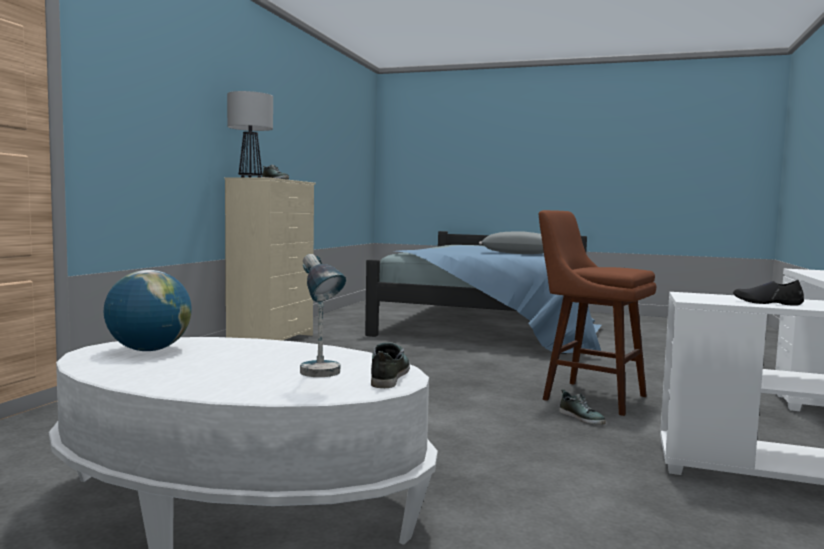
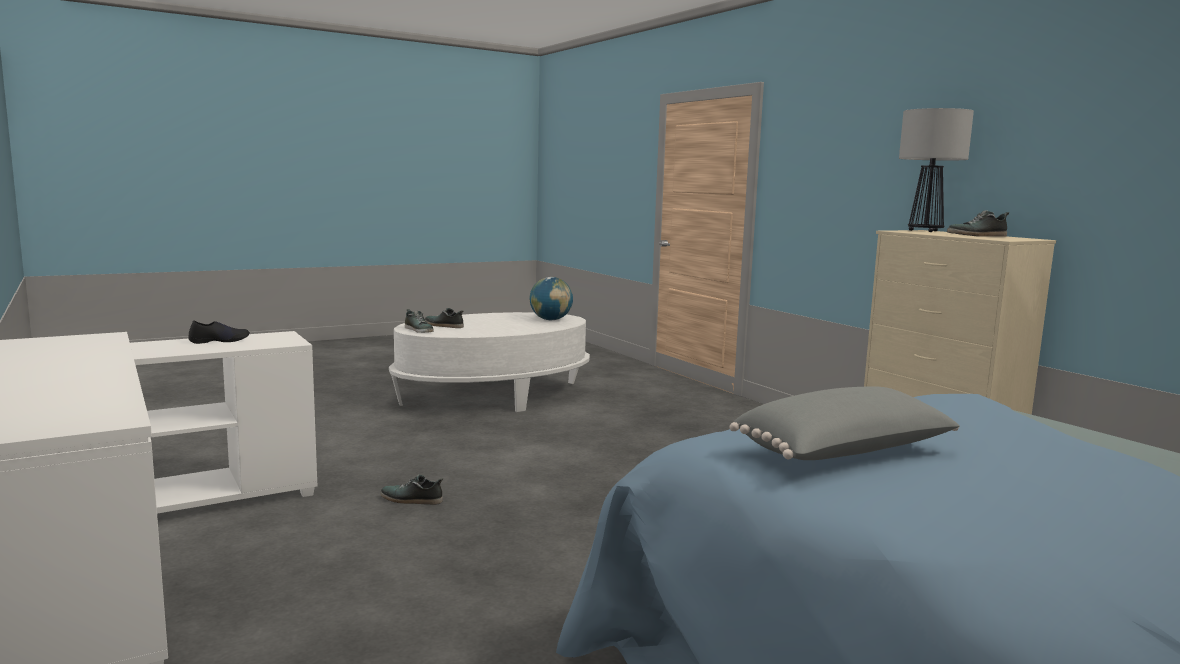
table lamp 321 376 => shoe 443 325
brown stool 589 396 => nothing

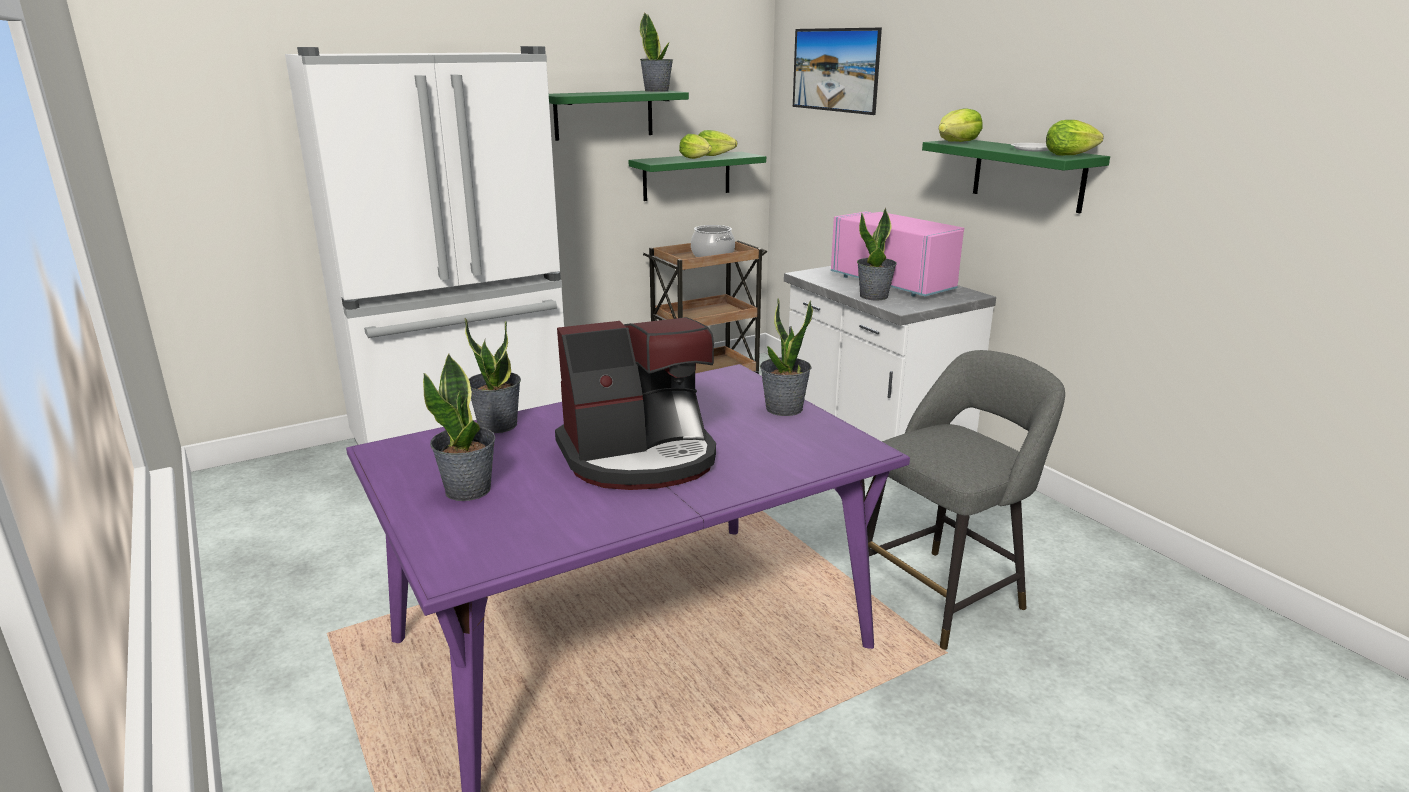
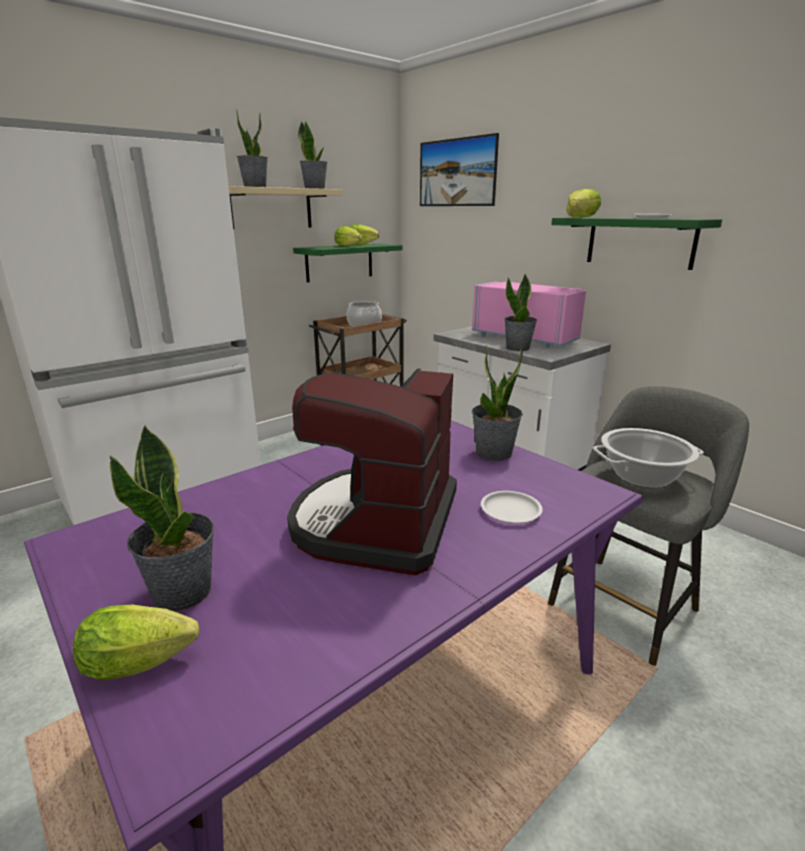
potted plant 497 425 => potted plant 255 187, shifted
green shelf 603 115 => beige shelf 271 209
coffee machine 640 457 => coffee machine 376 522, 135 degrees clockwise
lettuce 1072 155 => lettuce 146 662, shifted
nothing => white plate 510 510
nothing => cooking pot 642 477

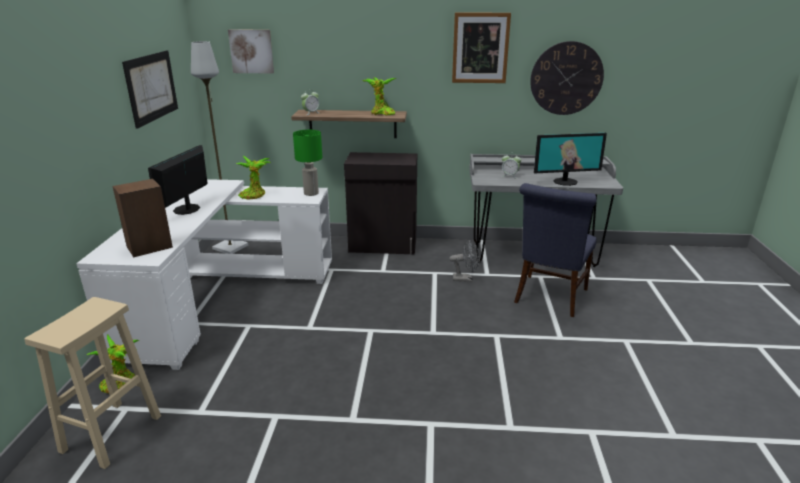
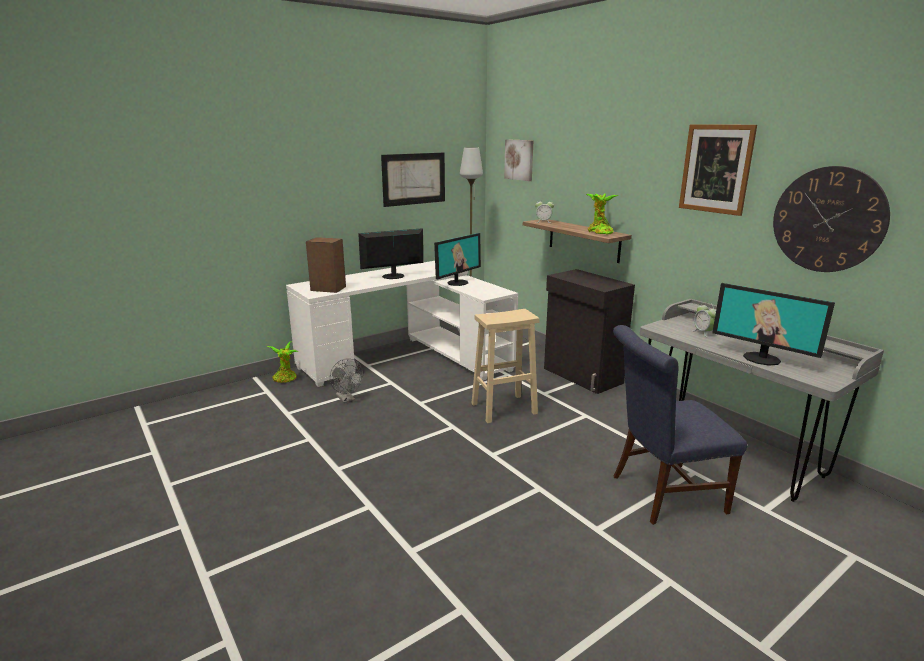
beige stool 110 435 => beige stool 503 409, shifted
potted plant 254 195 => monitor 457 282
green table lamp 311 193 => nothing
grey fan 465 279 => grey fan 347 399, shifted

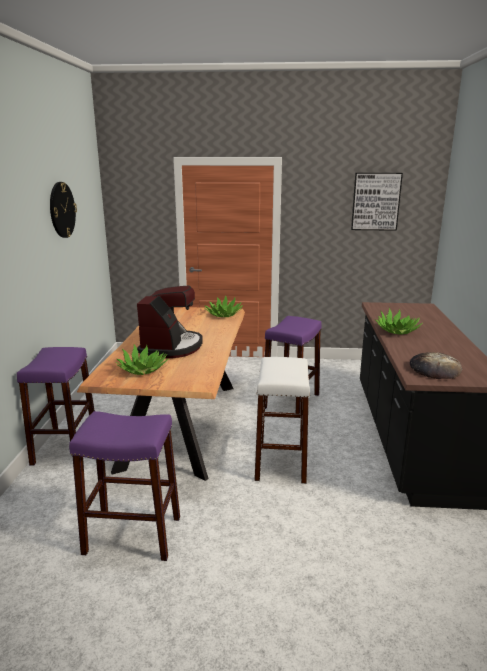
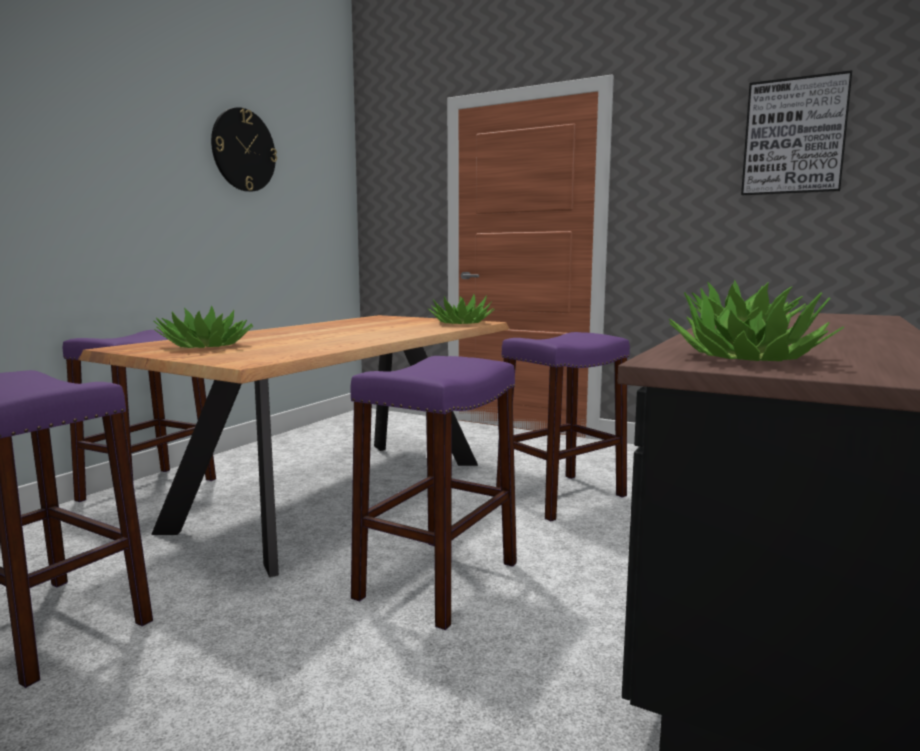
coffee machine 171 347 => nothing
white stool 281 461 => purple stool 438 580
bread 435 369 => potted plant 748 357

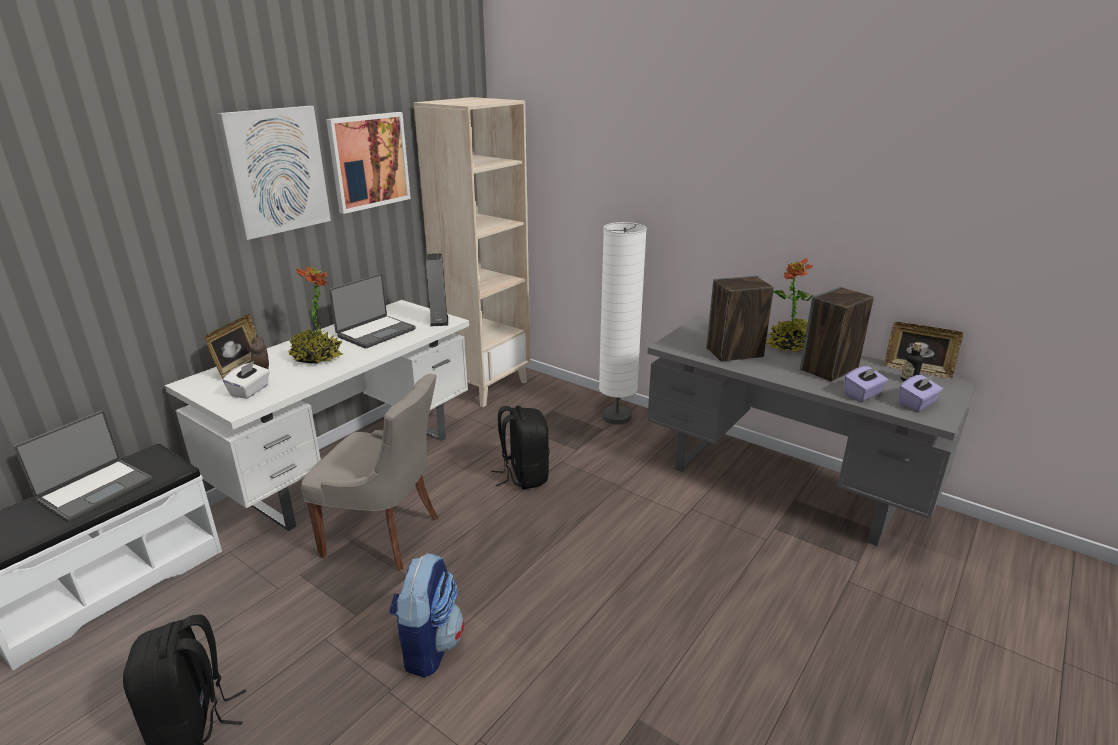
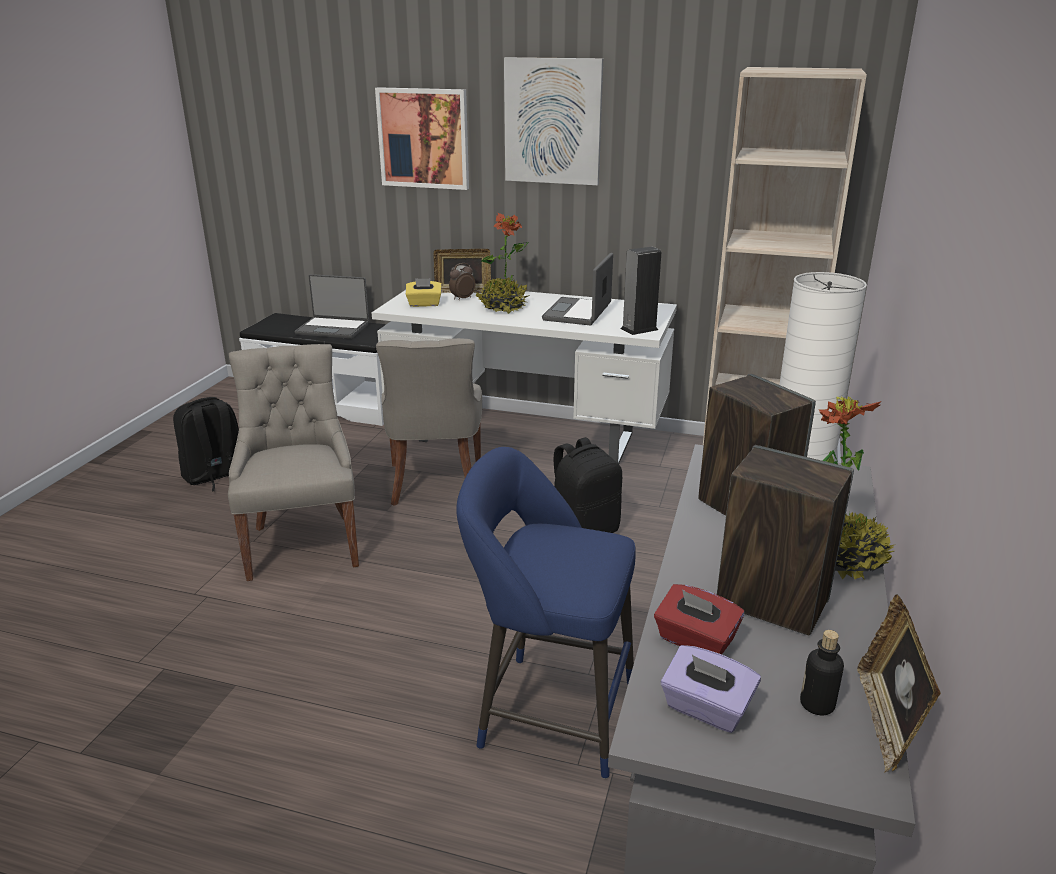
white tissue box 250 391 => yellow tissue box 424 304
picture 369 161 => picture 424 138, shifted
laptop 375 332 => laptop 578 313, 90 degrees clockwise
backpack 428 646 => grey chair 303 544
purple tissue box 863 394 => red tissue box 695 641
nothing => blue stool 548 712

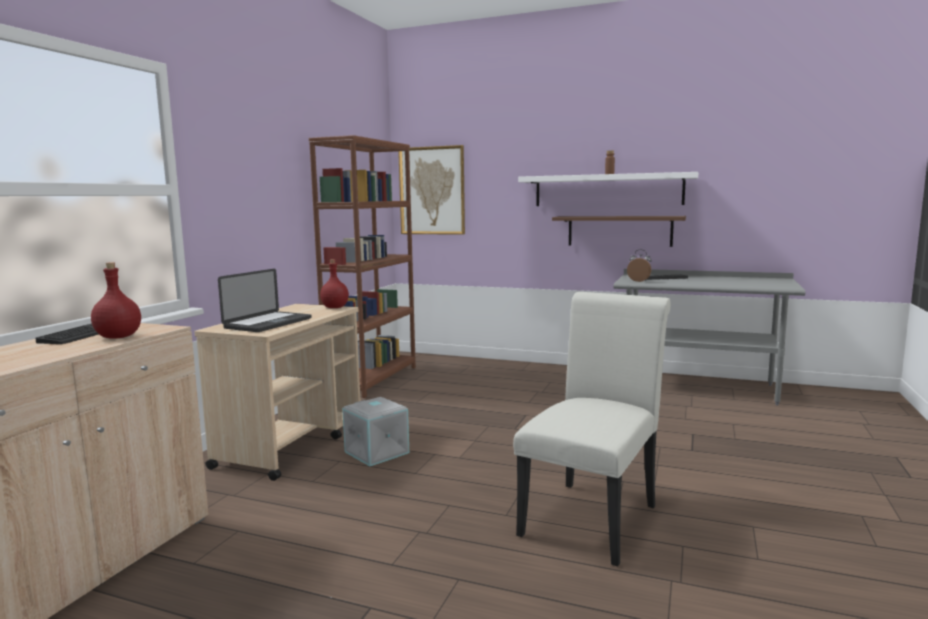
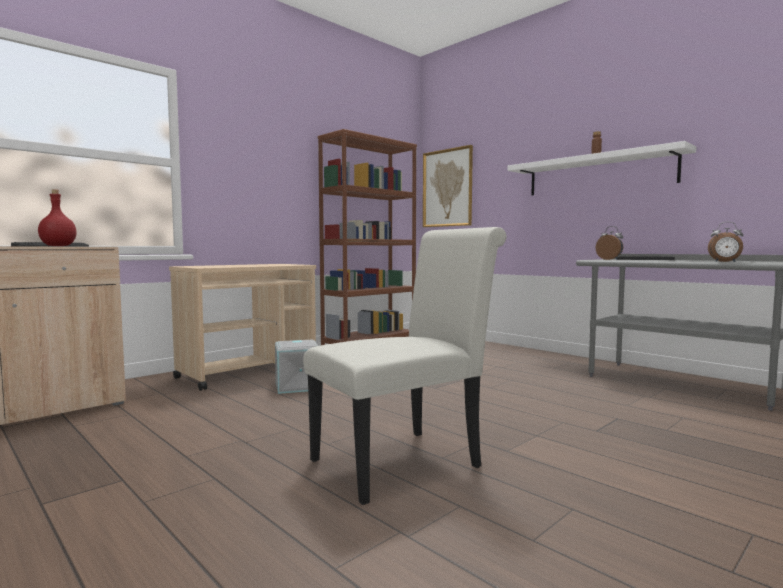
laptop 268 323 => nothing
red bottle 334 307 => nothing
brown shelf 619 231 => nothing
nothing => alarm clock 725 262

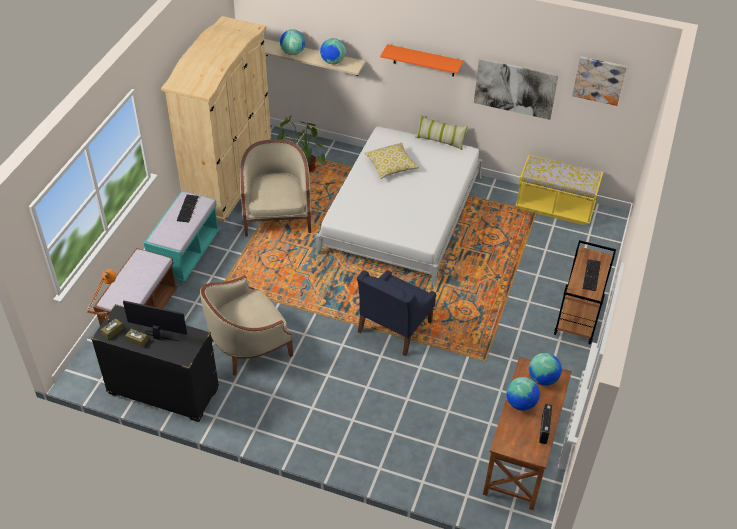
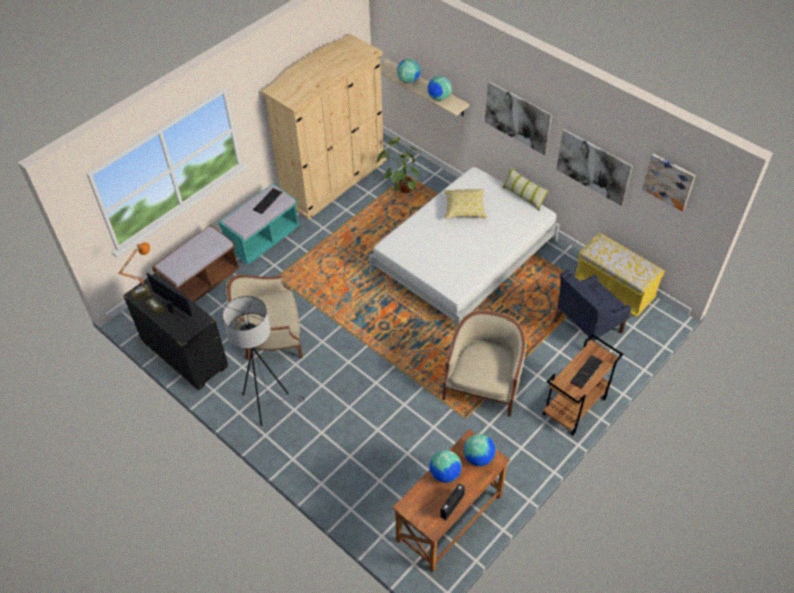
beige armchair 277 216 => beige armchair 483 385, shifted
blue armchair 394 327 => blue armchair 586 327, shifted
orange shelf 424 60 => picture 517 118
nothing => grey floor lamp 267 402

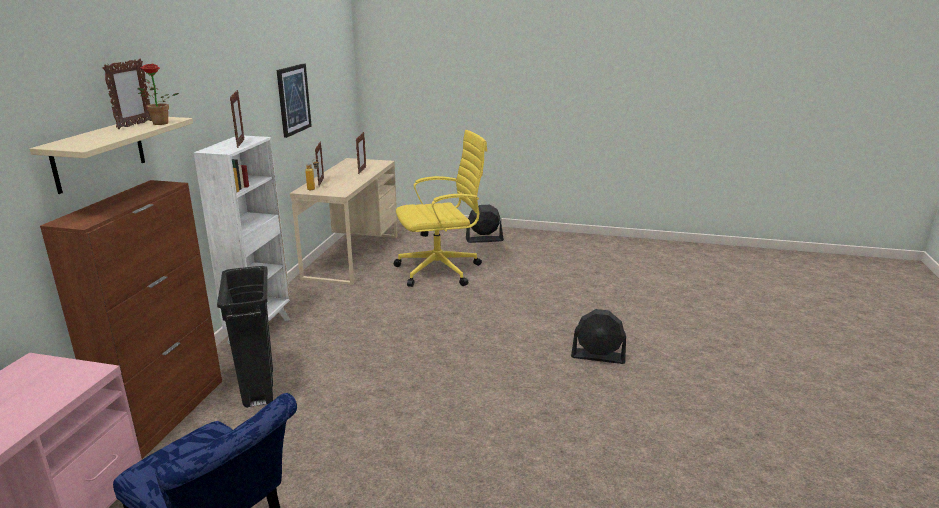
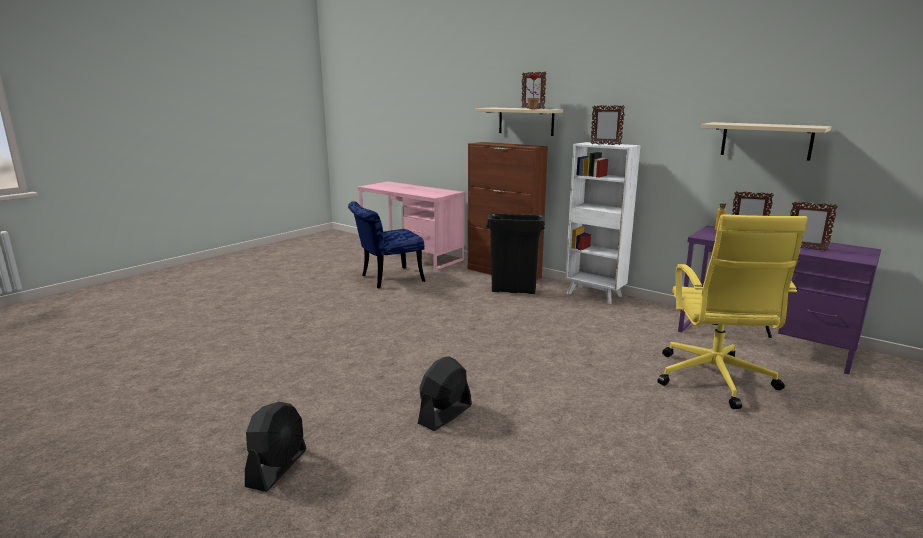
picture 293 99 => beige shelf 766 140
beige desk 353 256 => purple desk 764 340
black fan 484 239 => black fan 277 468, shifted

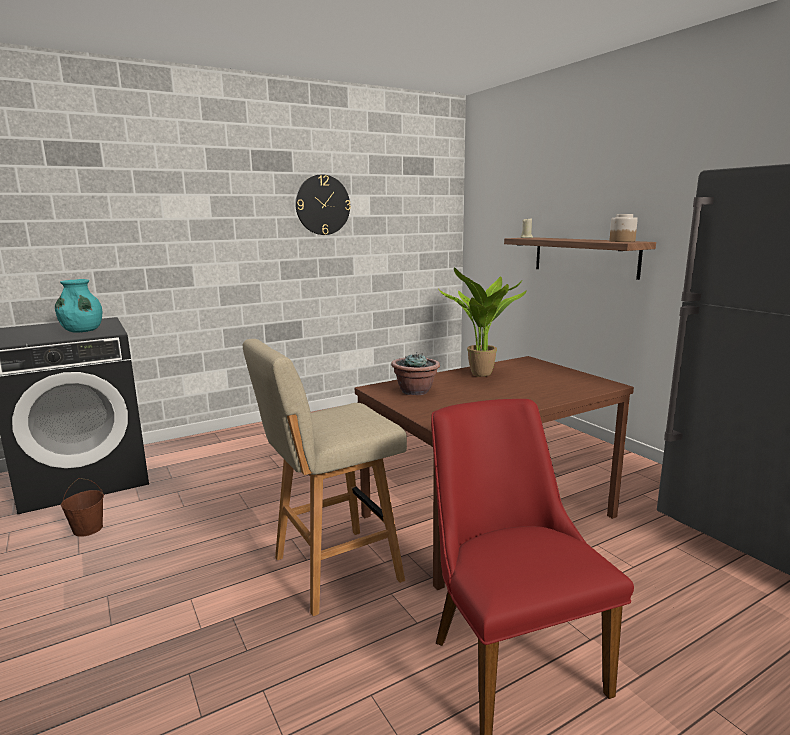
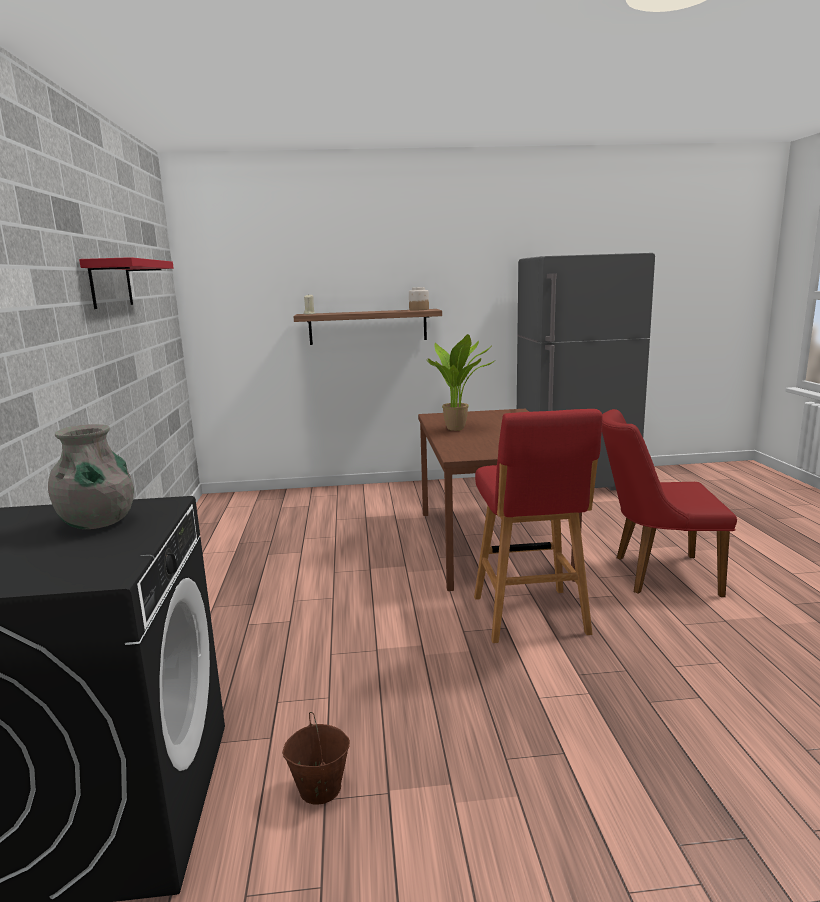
turquoise vase 82 331 => grey vase 98 523
beige stool 333 570 => red stool 530 617
wall clock 322 205 => red shelf 111 284
potted plant 415 391 => nothing

